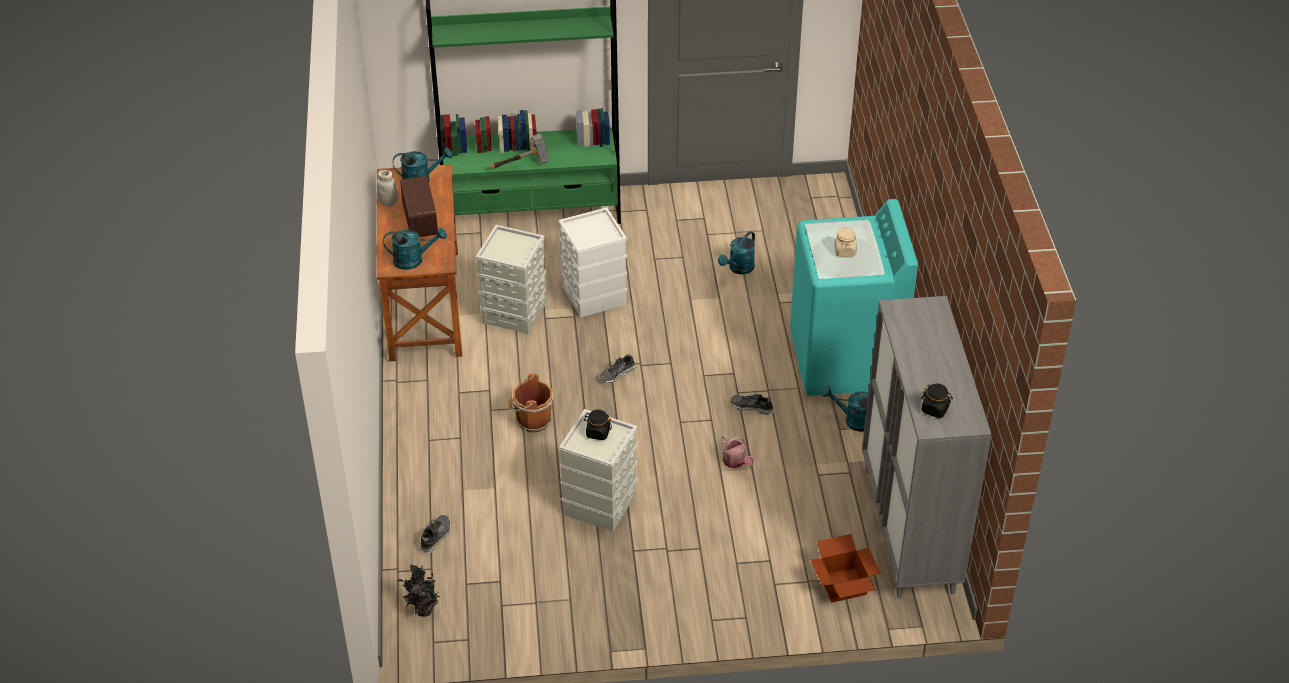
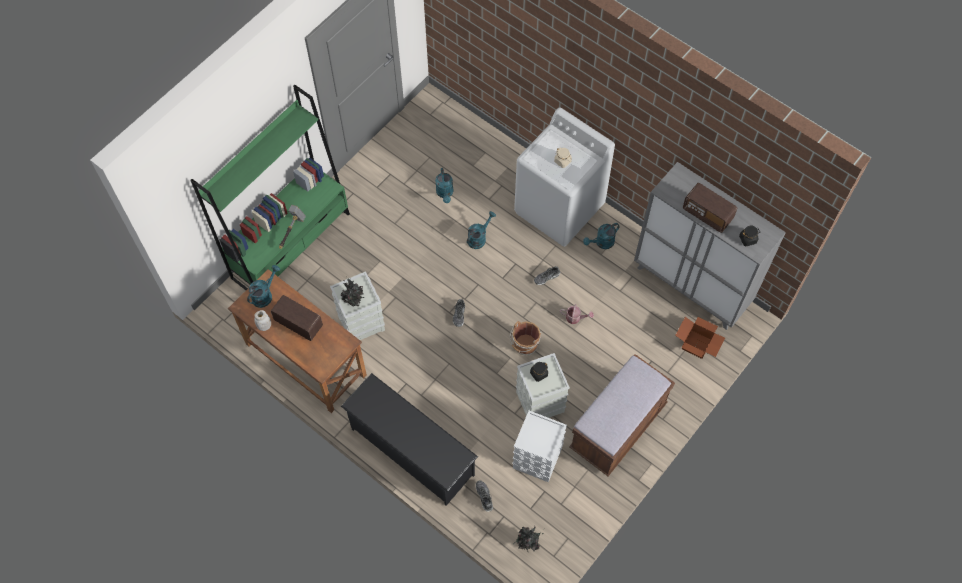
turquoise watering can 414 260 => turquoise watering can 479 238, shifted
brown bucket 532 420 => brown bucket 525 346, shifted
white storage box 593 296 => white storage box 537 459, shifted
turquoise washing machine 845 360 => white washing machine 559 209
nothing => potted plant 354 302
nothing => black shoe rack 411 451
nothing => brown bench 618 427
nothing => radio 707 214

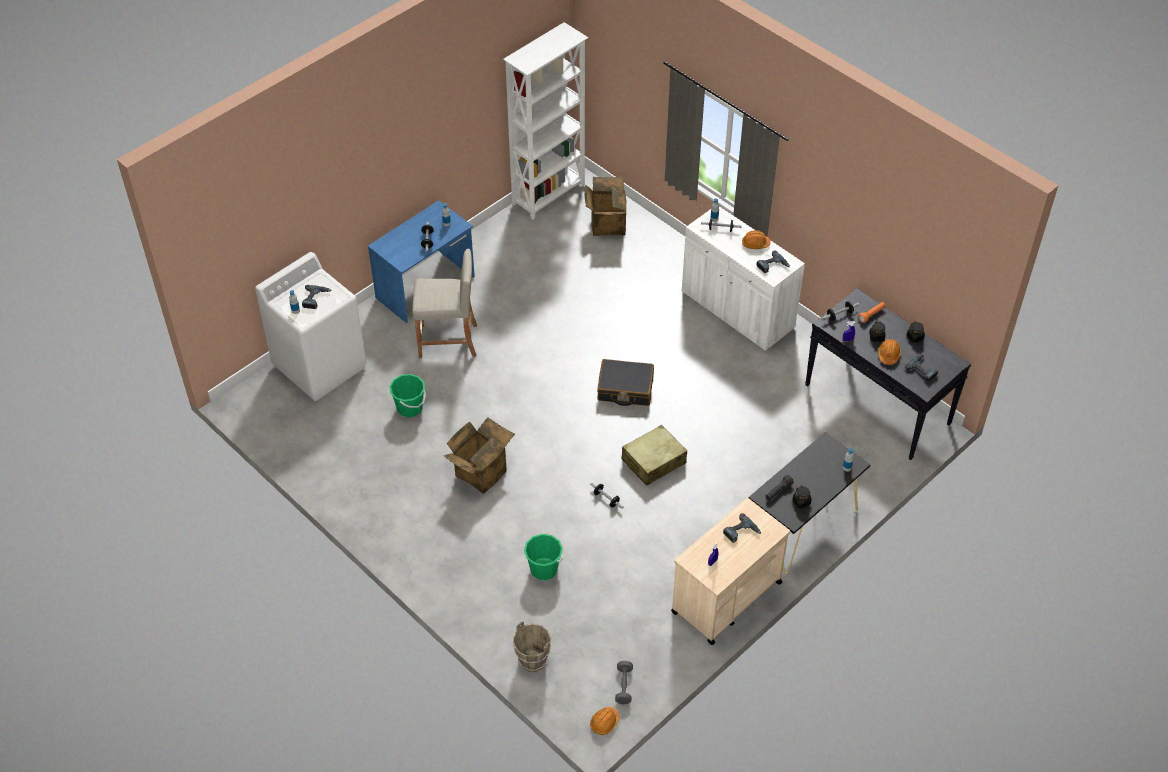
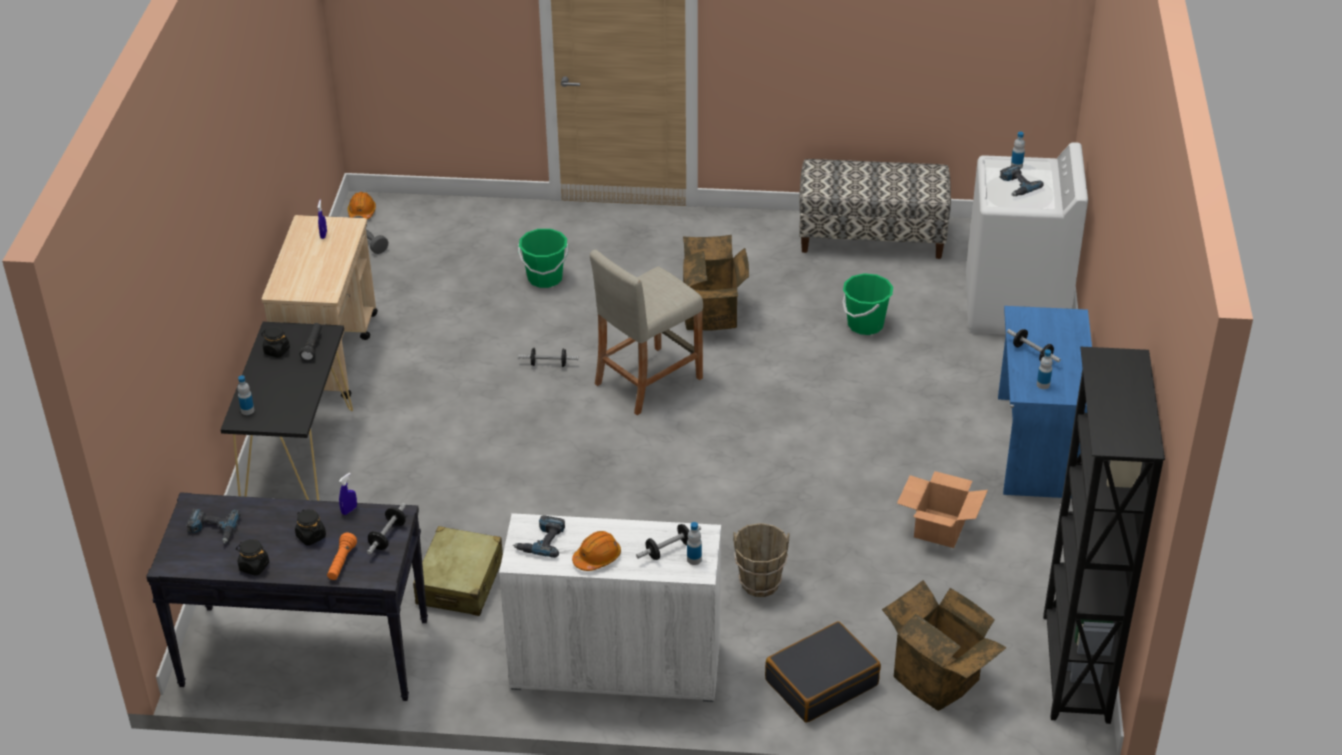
beige stool 448 341 => beige stool 648 380, shifted
white bookcase 549 194 => black bookcase 1074 669
brown bucket 532 661 => brown bucket 760 583, shifted
black suitcase 625 388 => black suitcase 821 682, shifted
beige suitcase 653 461 => beige suitcase 460 582, shifted
power drill 741 532 => nothing
orange hard hat 888 355 => nothing
nothing => bench 872 237
nothing => cardboard box 940 529

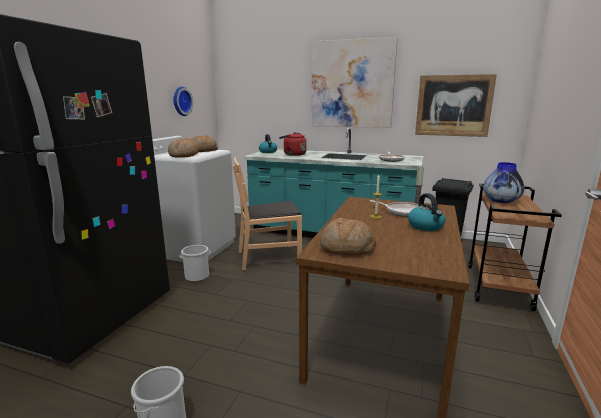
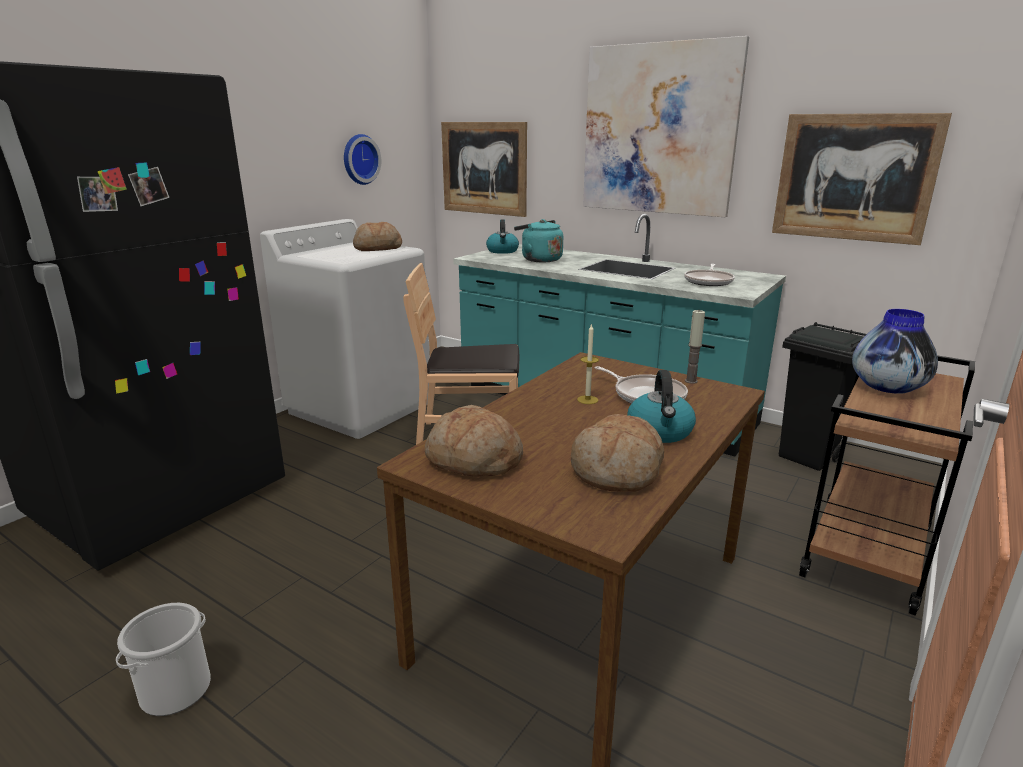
bread 184 155 => bread 617 471, shifted
bucket 197 276 => nothing
red kettle 293 154 => turquoise kettle 539 259
nothing => picture 484 168

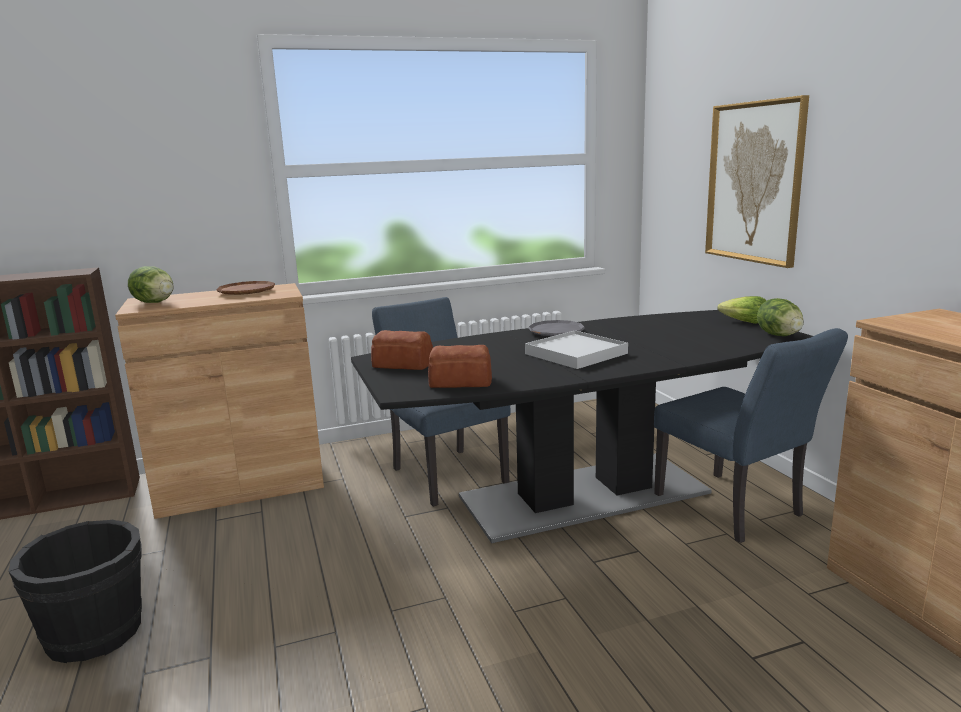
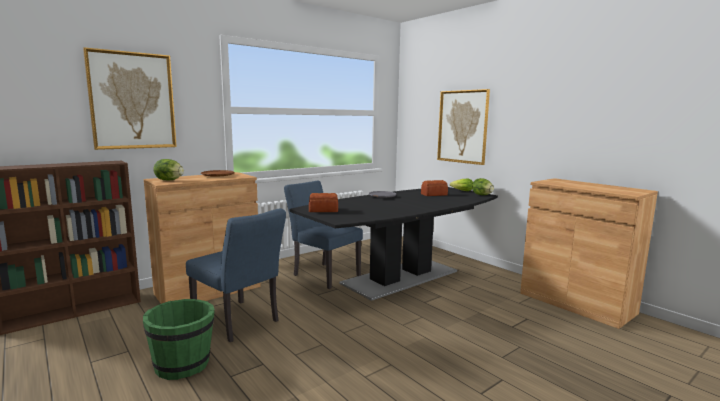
black bucket 96 633 => green bucket 183 365
bread 462 382 => bread 434 194, shifted
white tray 576 354 => nothing
blue chair 735 511 => blue chair 239 322, shifted
nothing => picture 132 101

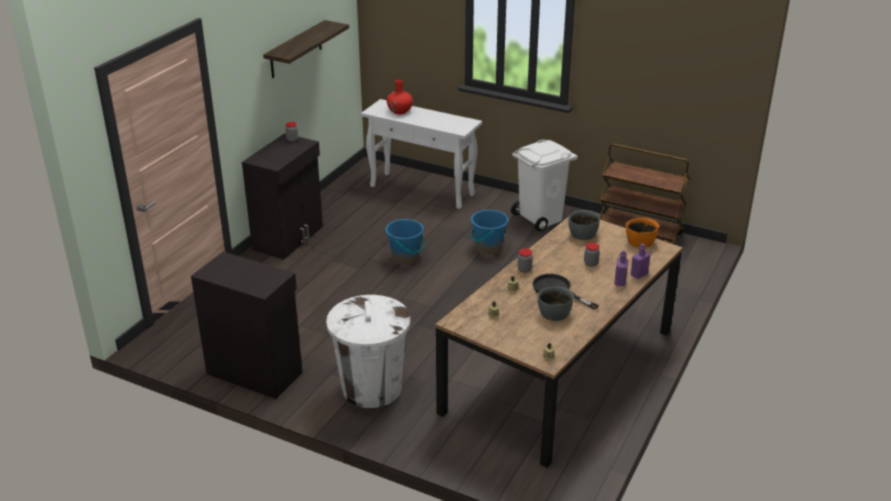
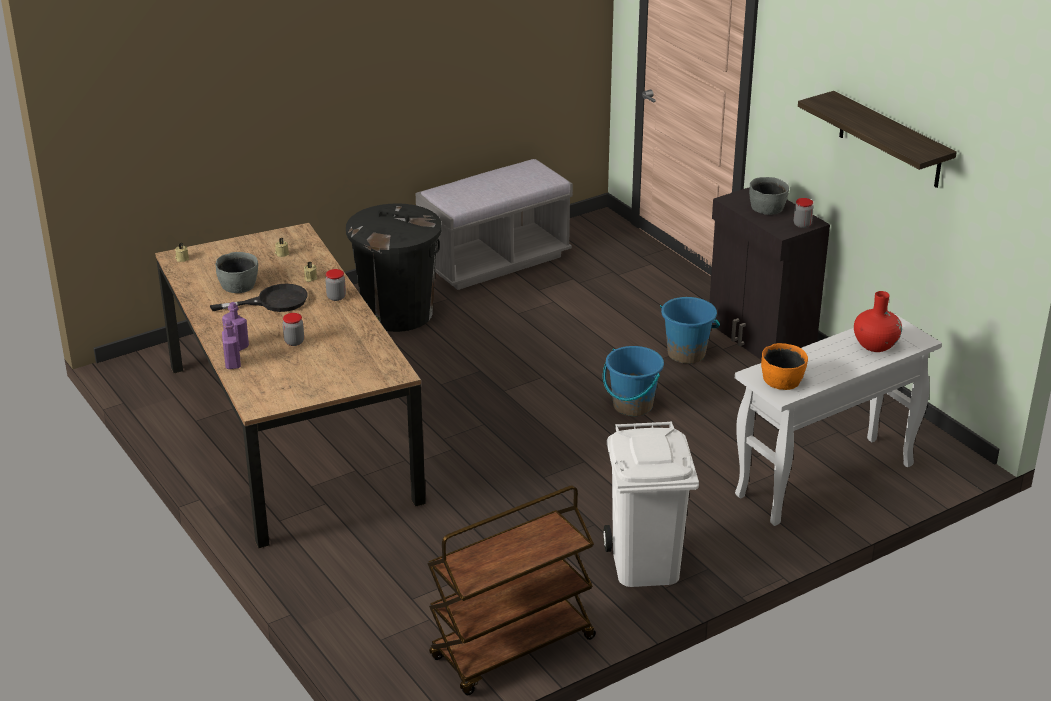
black cabinet 254 372 => grey bench 495 261
white trash can 371 388 => black trash can 397 313
blue bucket 488 248 => blue bucket 686 354, shifted
grey bowl 582 234 => grey bowl 767 208, shifted
orange bowl 640 242 => orange bowl 782 380, shifted

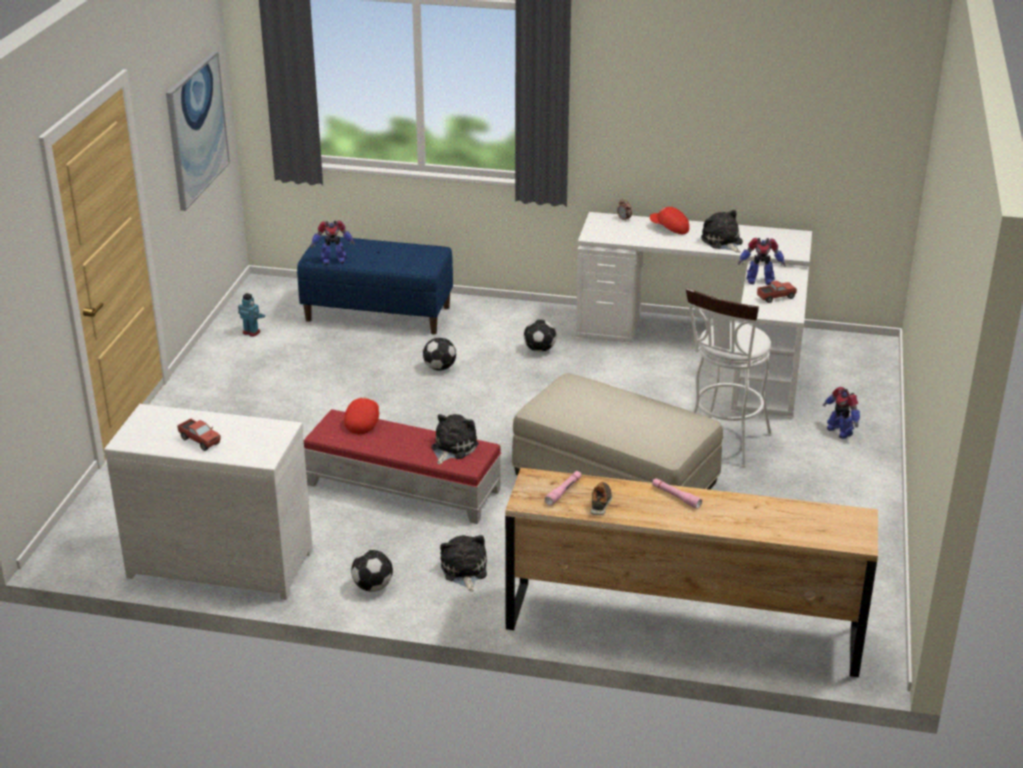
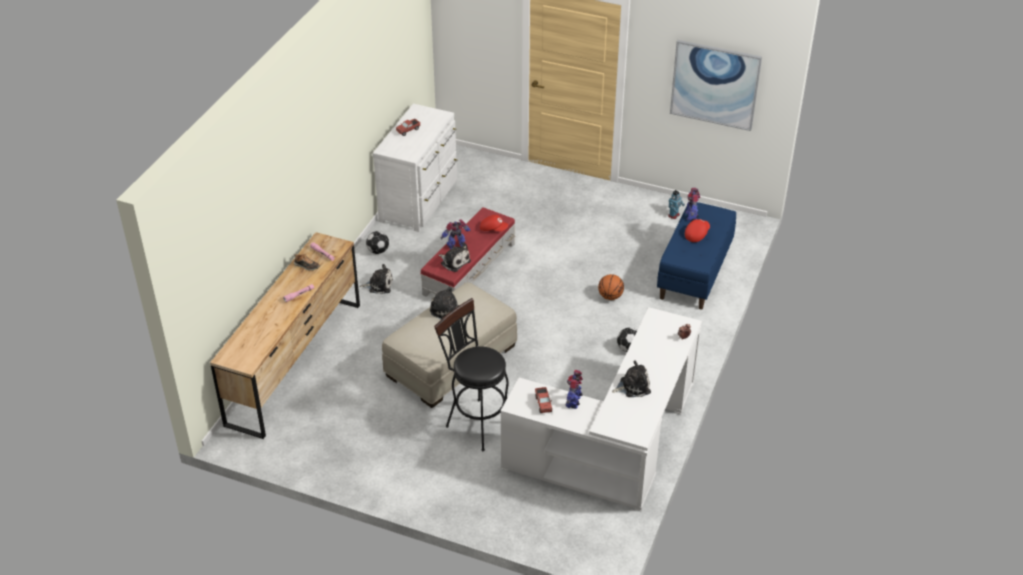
football 440 368 => basketball 610 296
red cap 669 229 => red cap 696 234, shifted
white stool 723 445 => black stool 476 422
toy robot 839 431 => toy robot 457 246, shifted
nothing => plush toy 447 311

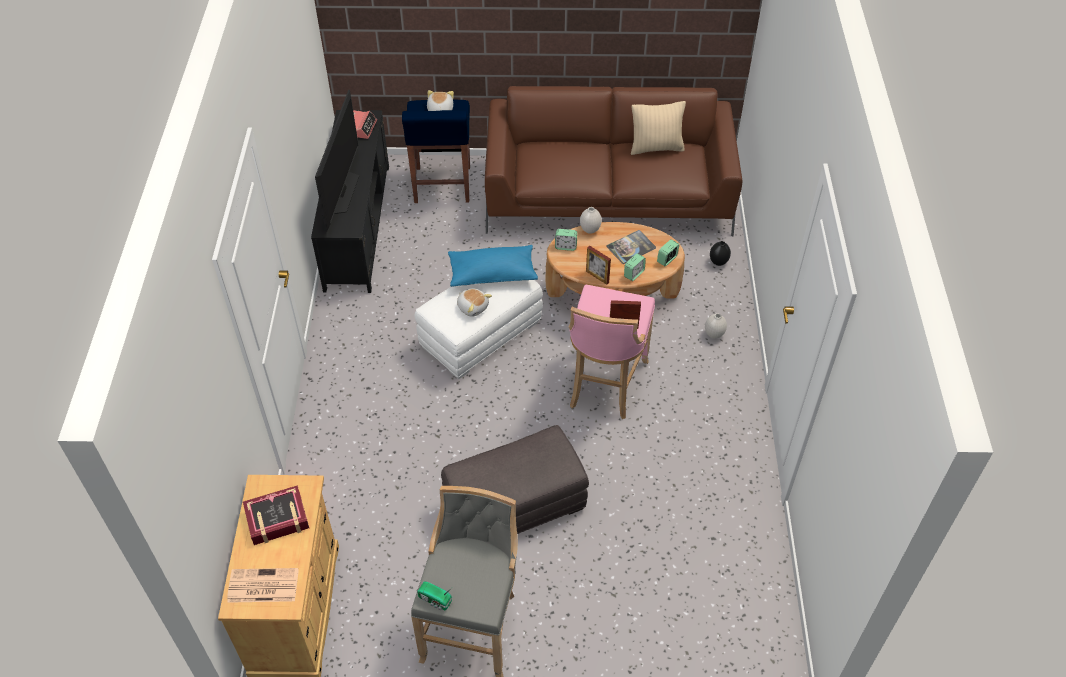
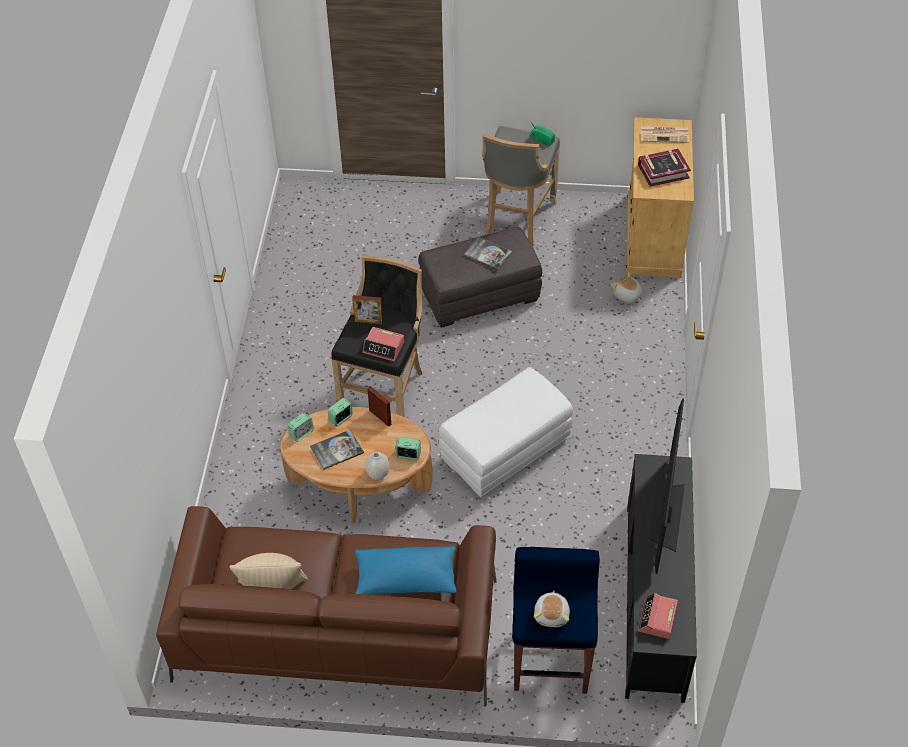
blue pillow 492 274 => blue pillow 406 579, shifted
plush toy 473 307 => plush toy 627 296, shifted
pink stool 604 385 => black stool 385 392
white vase 714 334 => nothing
black vase 718 262 => nothing
nothing => alarm clock 384 347
nothing => book 487 254

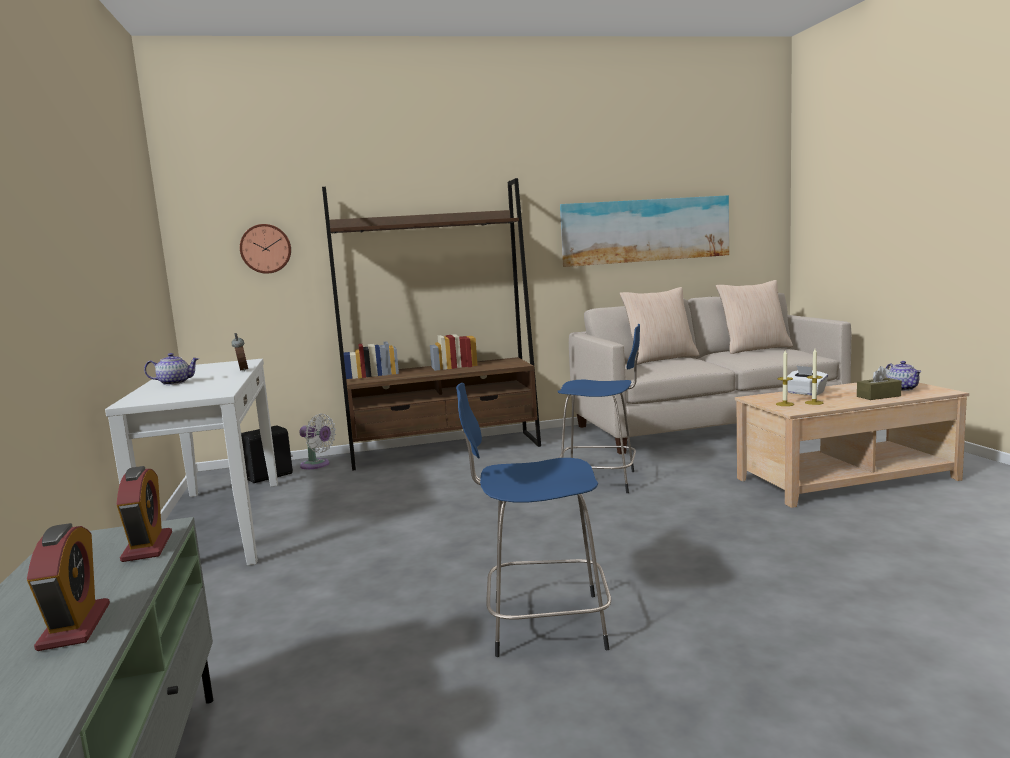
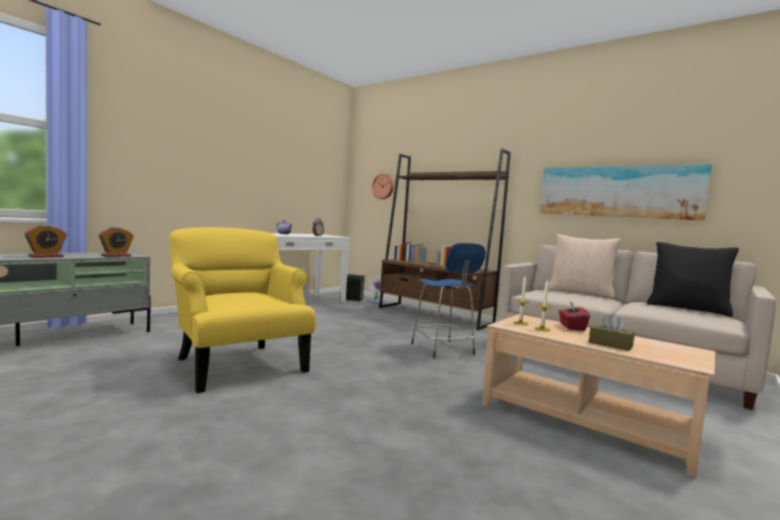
blue stool 542 624 => yellow armchair 237 364
beige pillow 754 349 => black pillow 687 308
white tissue box 805 393 => red tissue box 571 327
teapot 903 389 => nothing

